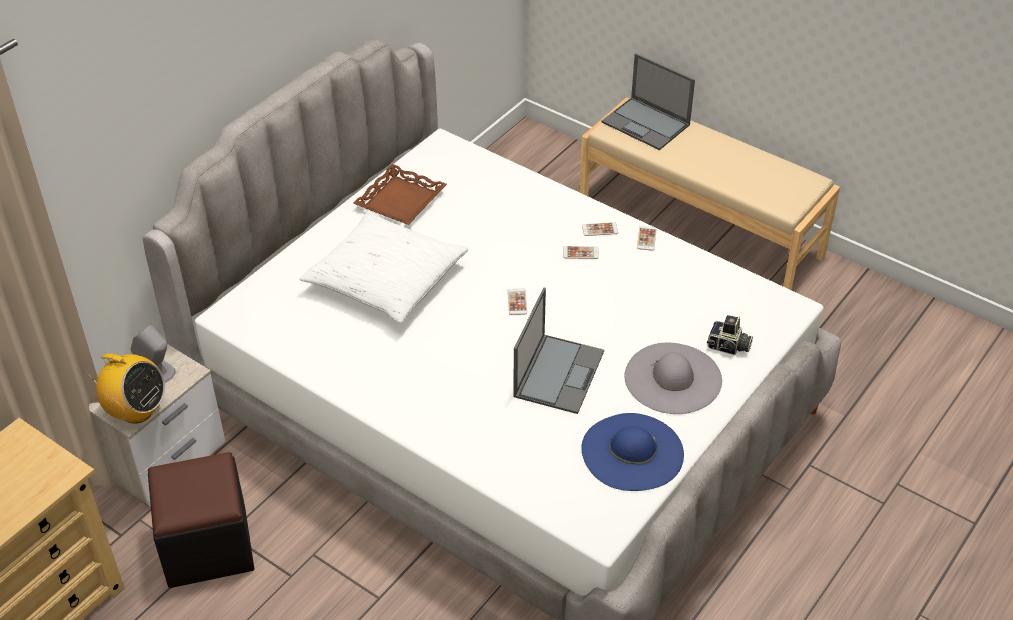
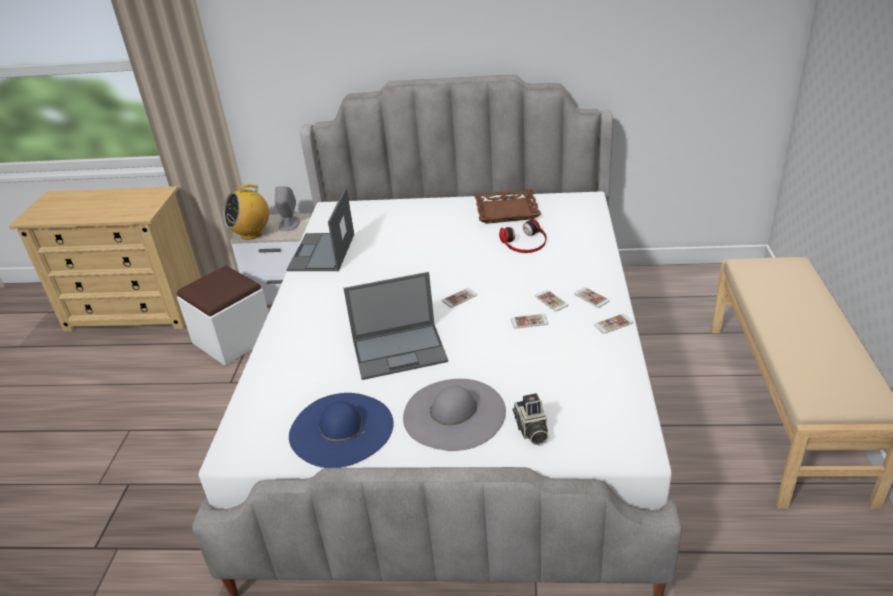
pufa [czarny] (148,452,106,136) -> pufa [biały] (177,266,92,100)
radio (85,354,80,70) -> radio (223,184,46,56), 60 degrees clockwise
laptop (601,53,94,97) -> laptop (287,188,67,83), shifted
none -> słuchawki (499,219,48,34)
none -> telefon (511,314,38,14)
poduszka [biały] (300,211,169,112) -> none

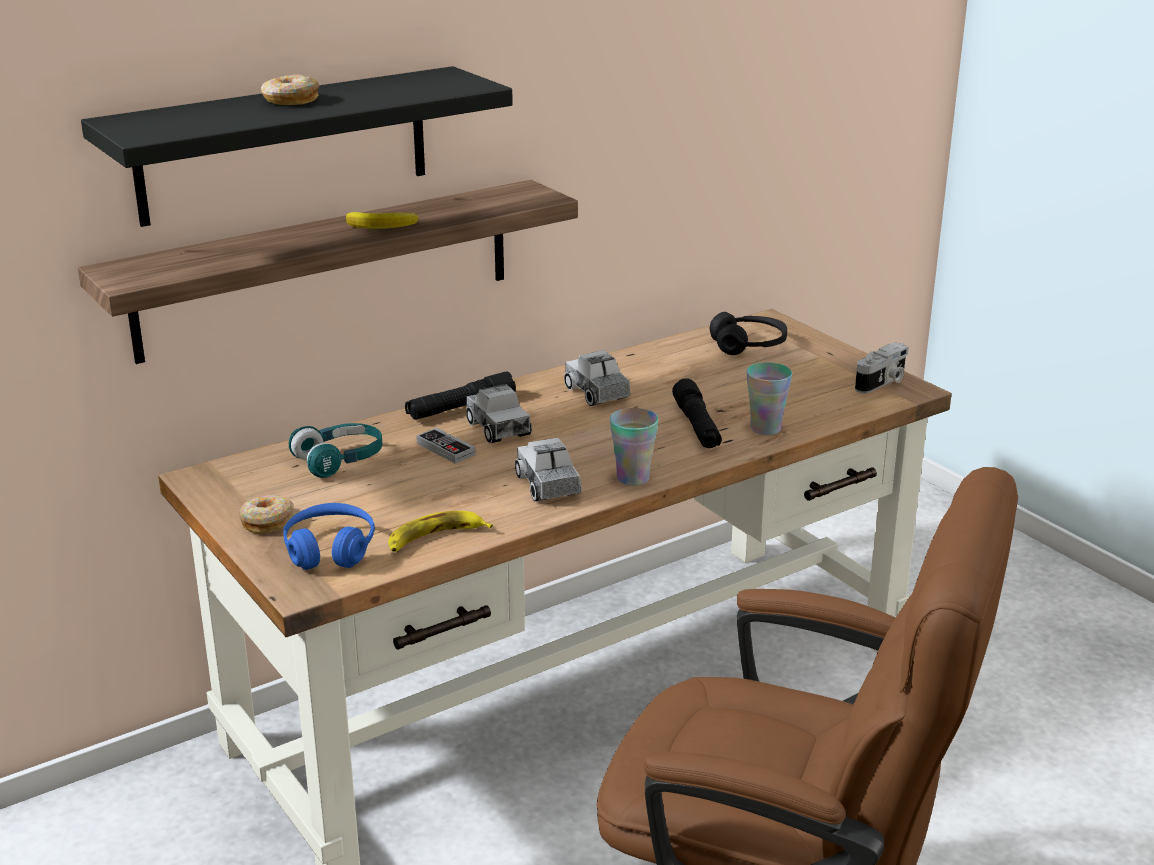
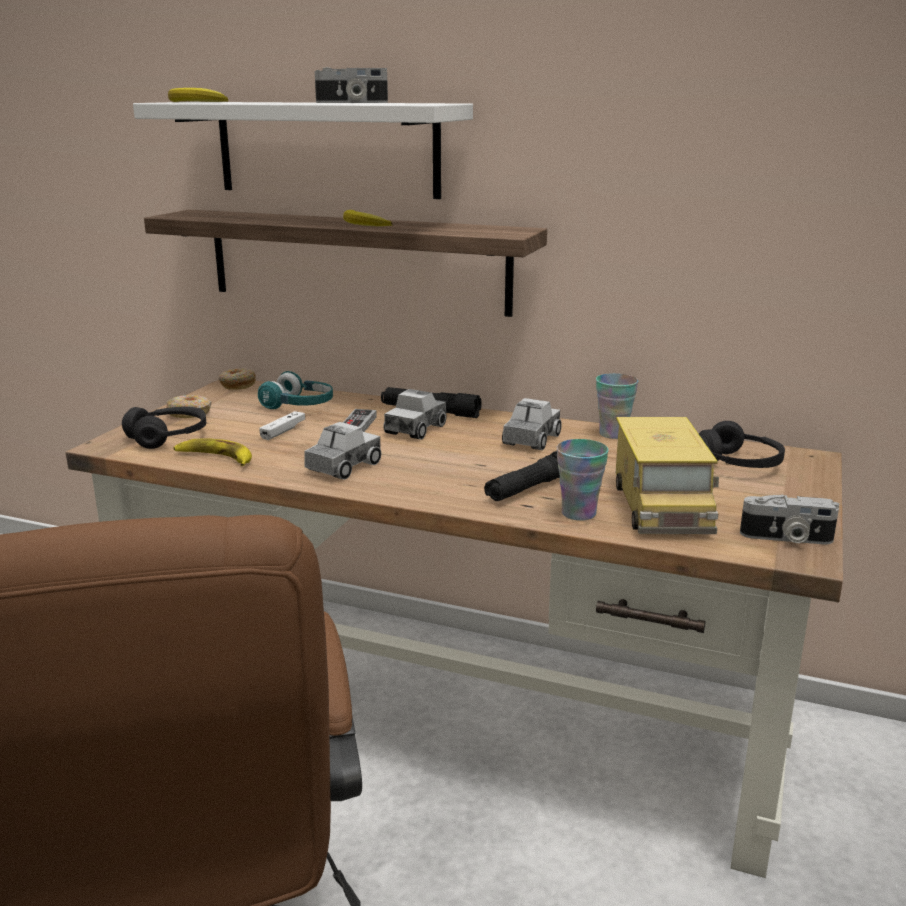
słuchawki [niebieski] (283,503,92,67) -> słuchawki [czarny] (122,407,84,42)
półka [czarny] (81,66,432,161) -> półka [biały] (133,102,340,97)
none -> banan (168,88,60,14)
donut (261,74,58,31) -> donut (218,369,38,21), shifted
none -> pad do gier [biały] (259,411,46,29)
none -> aparat fotograficzny (315,67,73,36)
filiżanka (610,408,49,78) -> filiżanka (596,373,42,66), shifted
none -> ciężarówka zabawkowa (616,417,103,117)

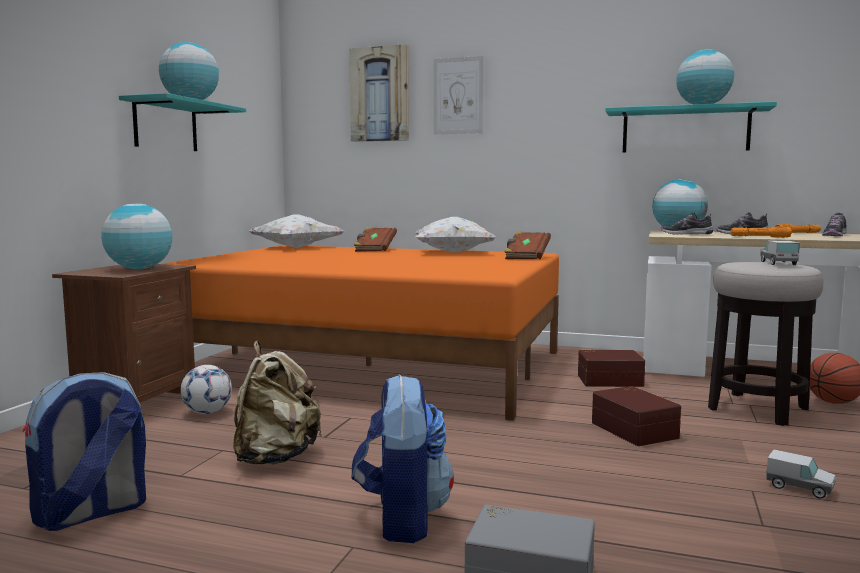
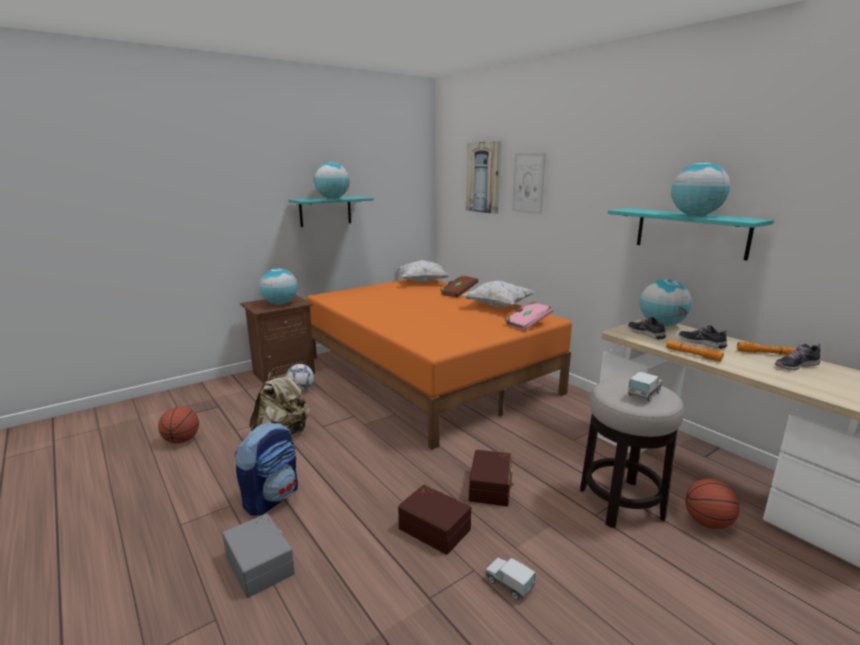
plecak (23,372,123,159) -> piłka do koszykówki (158,406,41,38)
pojemnik do przechowywania [brązowy] (578,350,67,37) -> pojemnik do przechowywania [brązowy] (398,485,73,70), shifted
ciężarówka zabawkowa (766,449,70,49) -> ciężarówka zabawkowa (485,558,51,42), 150 degrees clockwise
książka [brązowy] (504,231,47,28) -> książka [różowy] (504,301,50,30)

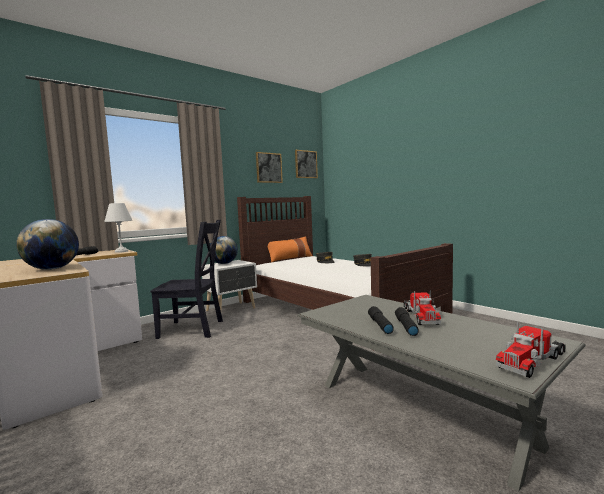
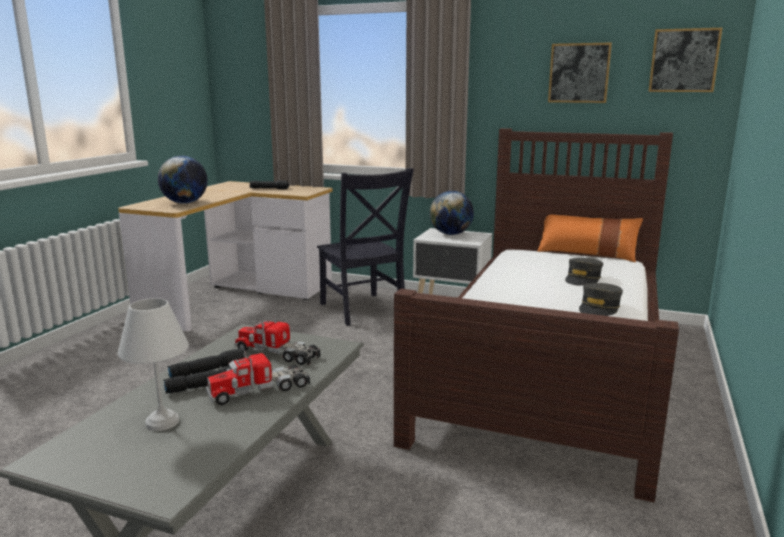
lampa stołowa [biały] (104,203,28,50) -> lampa stołowa [biały] (118,298,71,133), shifted
ciężarówka zabawkowa (496,322,70,56) -> ciężarówka zabawkowa (234,314,86,52), shifted

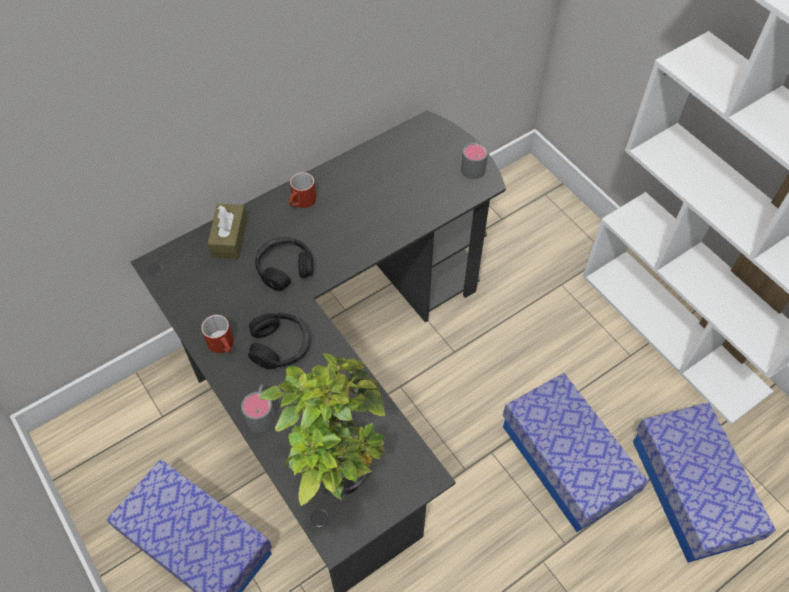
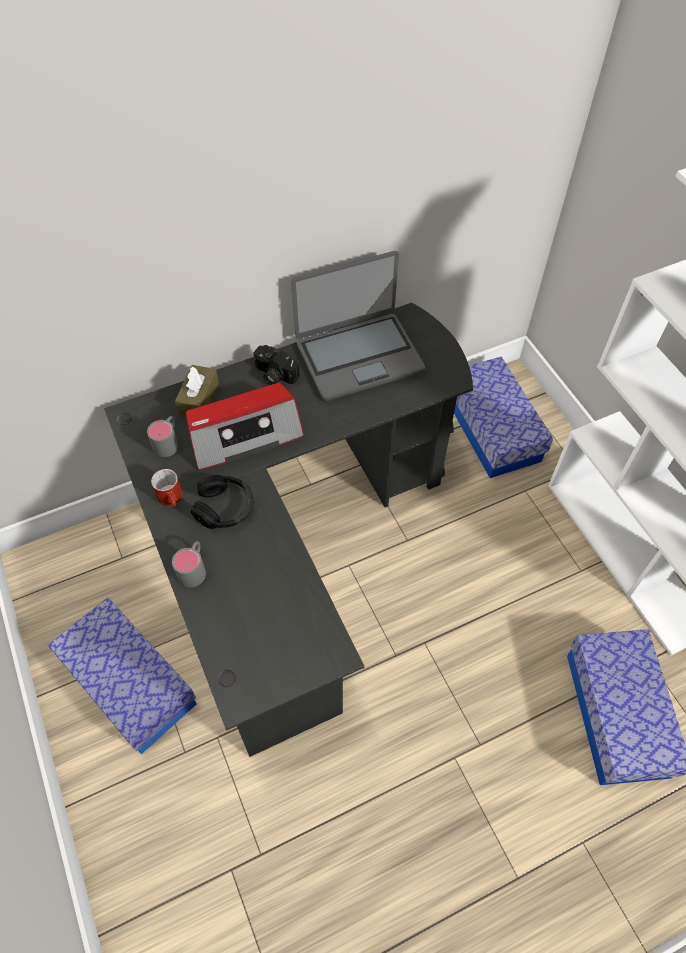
kubek [szary] (461,140,27,39) -> kubek [szary] (147,416,32,41), shifted
słuchawki [czarny] (255,237,58,54) -> radio (186,383,118,87)
kubek [czerwony] (289,172,27,36) -> aparat fotograficzny (253,345,47,40)
none -> laptop (291,251,134,150)
pojemnik do przechowywania (503,373,145,159) -> pojemnik do przechowywania (454,356,99,122), shifted
roślina doniczkowa (258,352,128,154) -> none

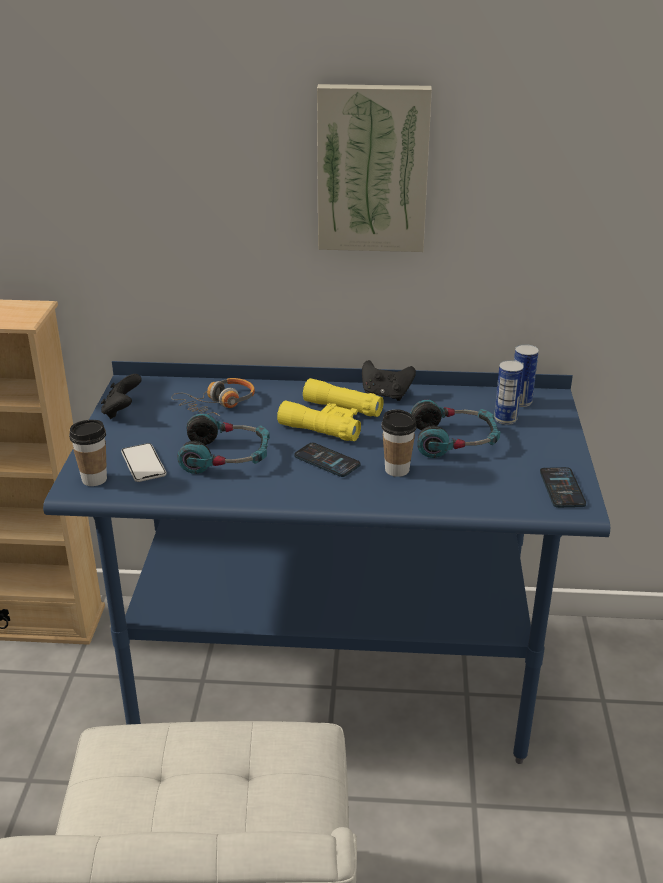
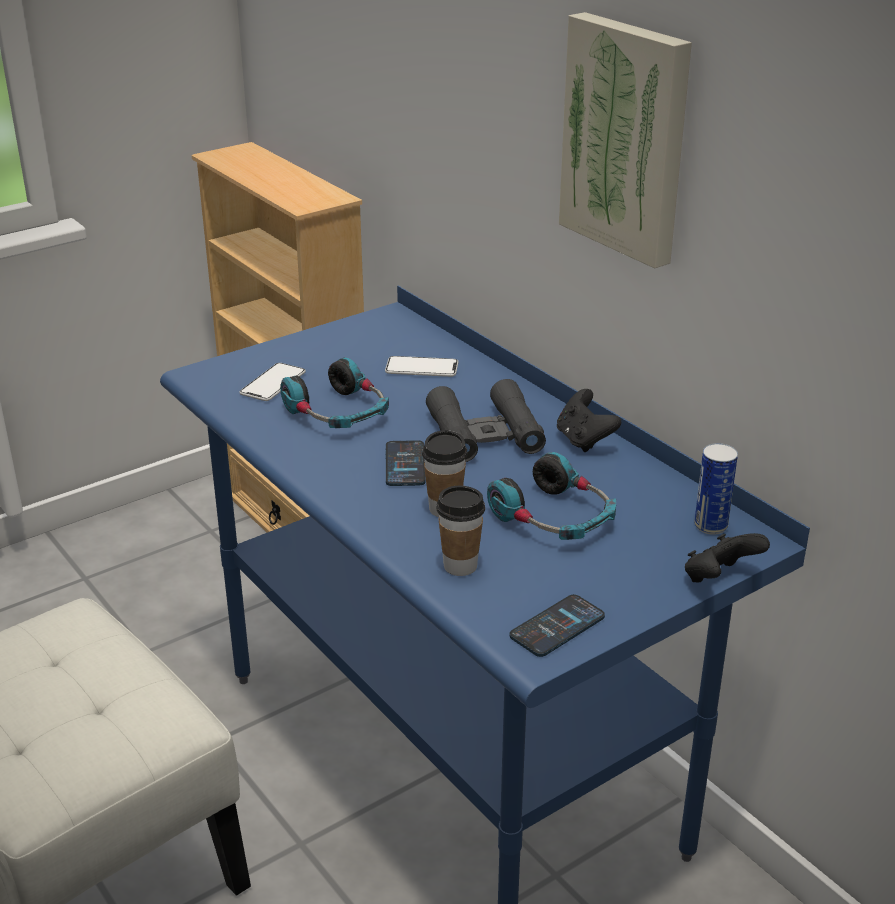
słuchawki (171,378,84,38) -> telefon (385,356,74,21)
lornetka [żółty] (277,378,107,63) -> lornetka [czarny] (426,379,120,83)
filiżanka (69,420,38,66) -> filiżanka (436,485,49,91), shifted
pad do gier [czarny] (101,374,41,45) -> pad do gier [czarny] (685,533,85,49), shifted
puszka (494,360,29,65) -> none

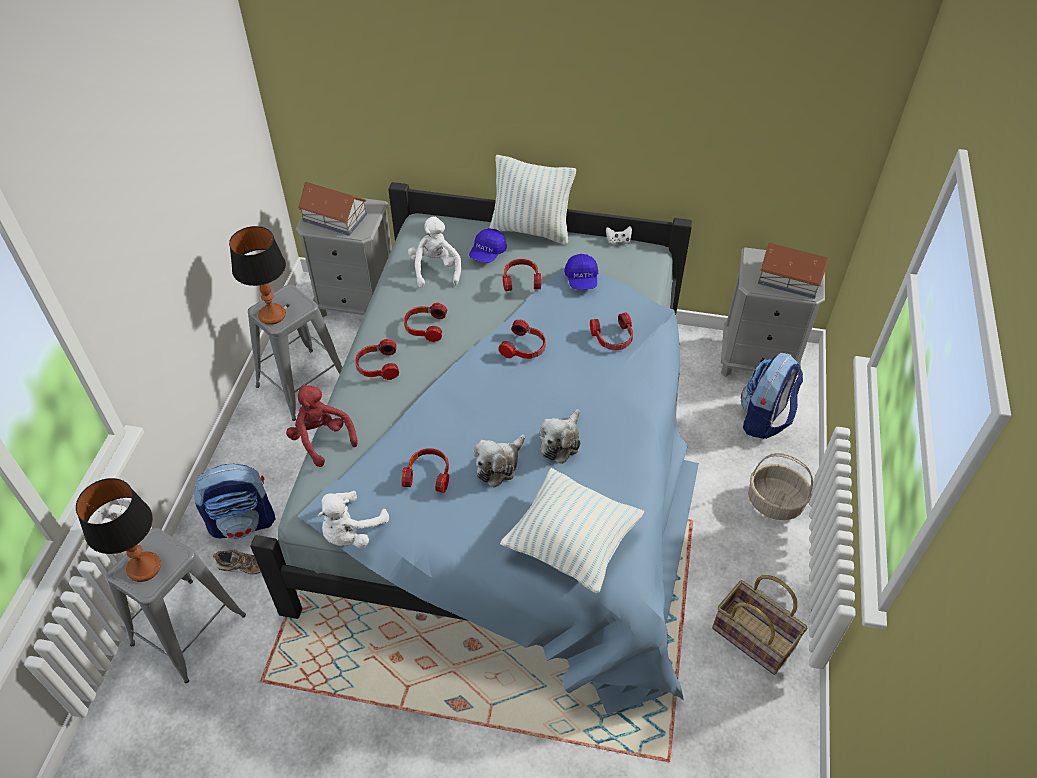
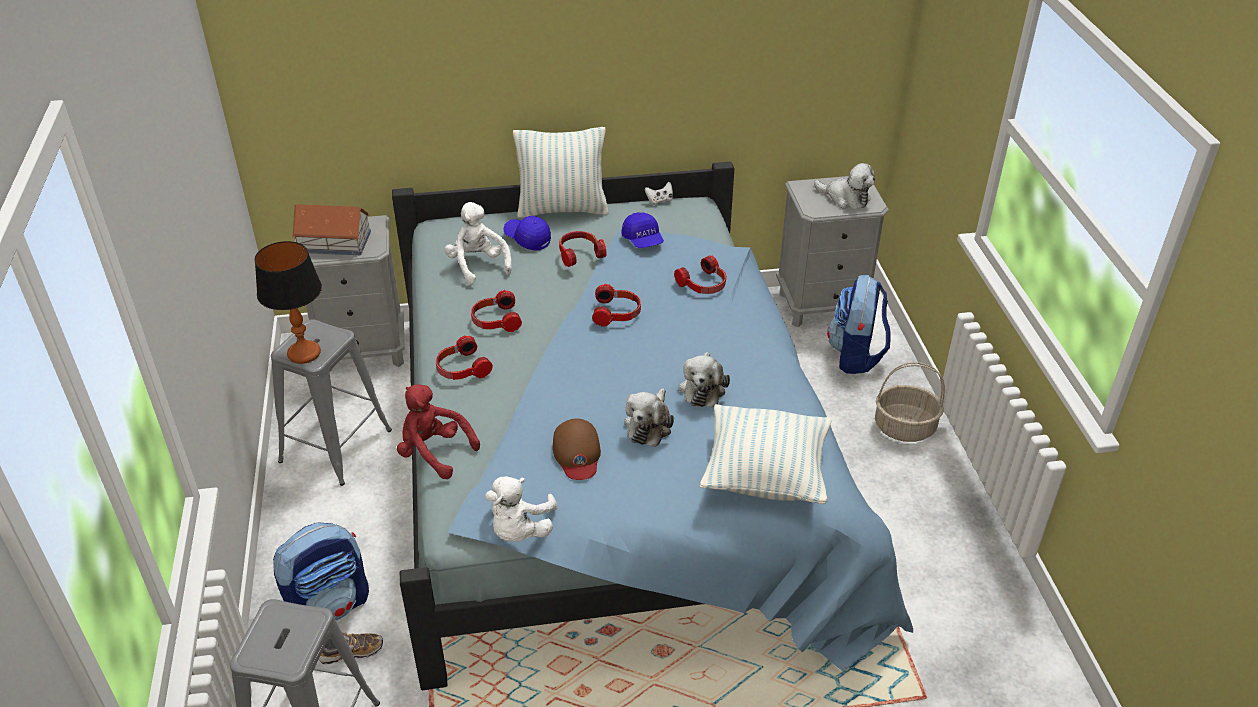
czapka z daszkiem [niebieski] (469,228,38,35) -> czapka z daszkiem [niebieski] (504,216,47,34), 120 degrees clockwise
słuchawki (402,448,47,45) -> czapka z daszkiem [brązowy] (553,419,48,61)
domek (758,243,71,56) -> pluszak (814,163,61,46)
lampa stołowa (76,478,85,104) -> none
koszyk (712,575,95,100) -> none

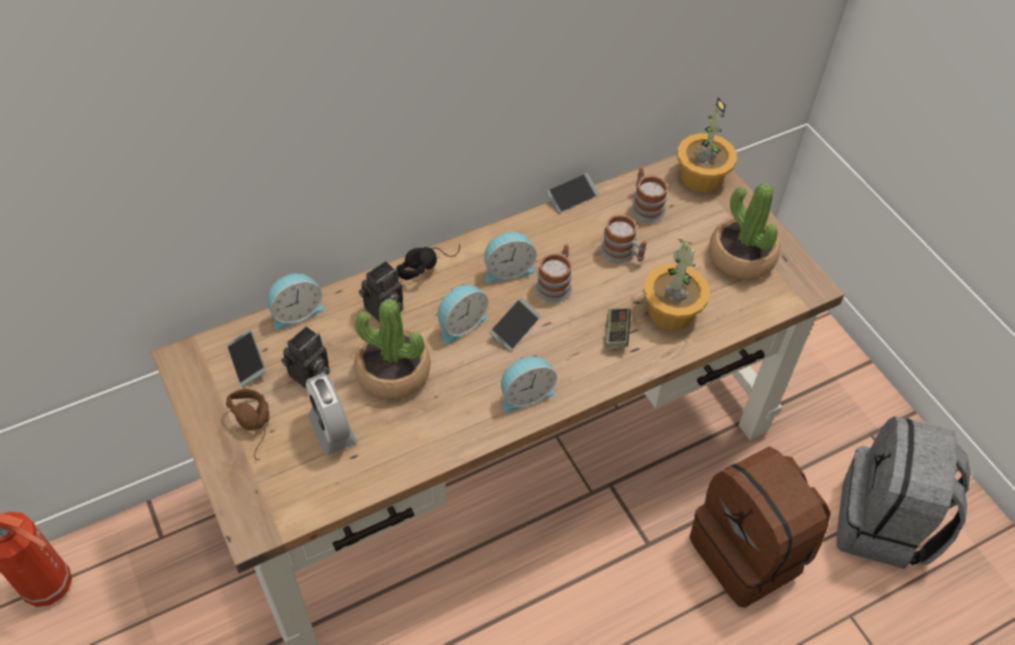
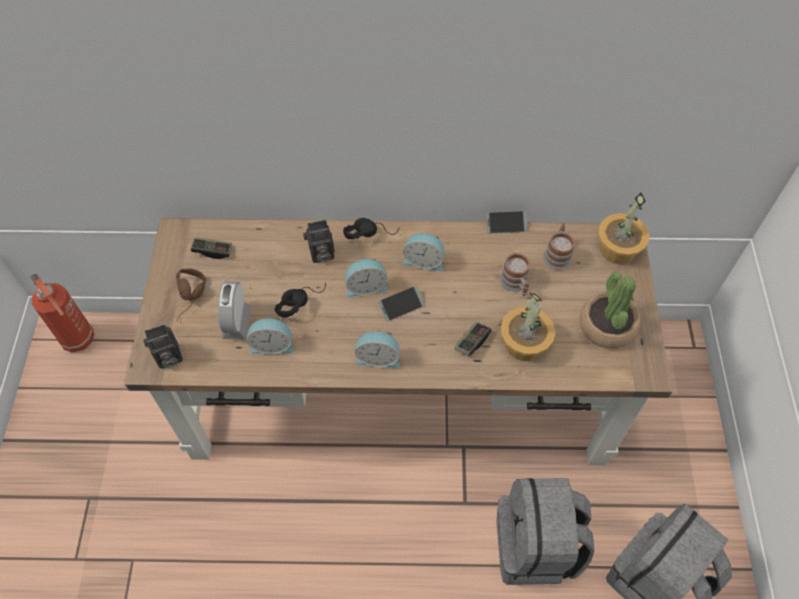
aparat fotograficzny (281,326,49,63) -> aparat fotograficzny (143,324,40,45), shifted
telefon (227,330,39,57) -> pad do gier (191,237,41,22)
budzik (267,273,58,57) -> budzik (247,317,47,37), shifted
roślina doniczkowa (354,299,77,100) -> słuchawki [czarny] (275,282,51,36)
plecak [brązowy] (689,446,142,162) -> plecak [szary] (497,478,97,107)
kubek (536,244,36,59) -> none

